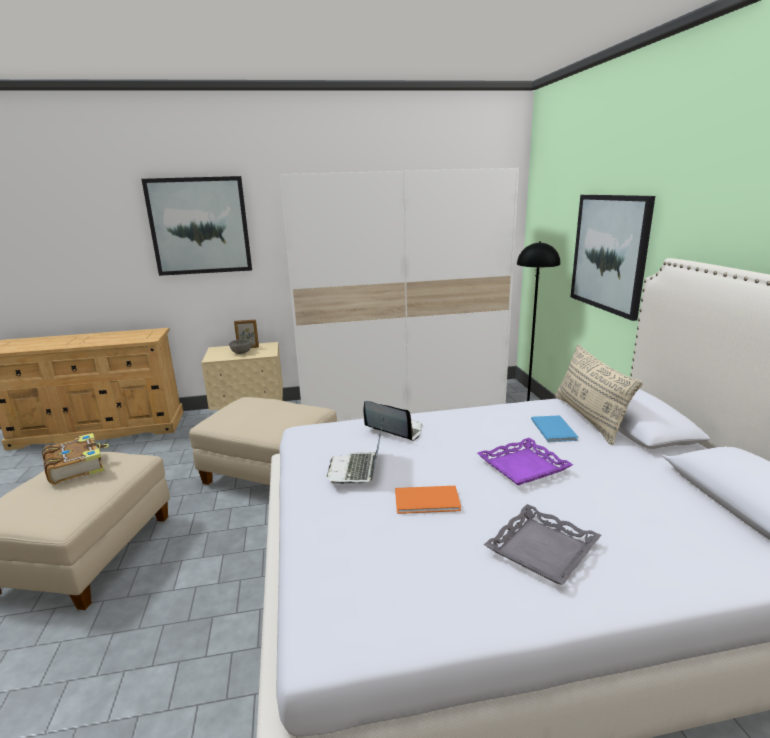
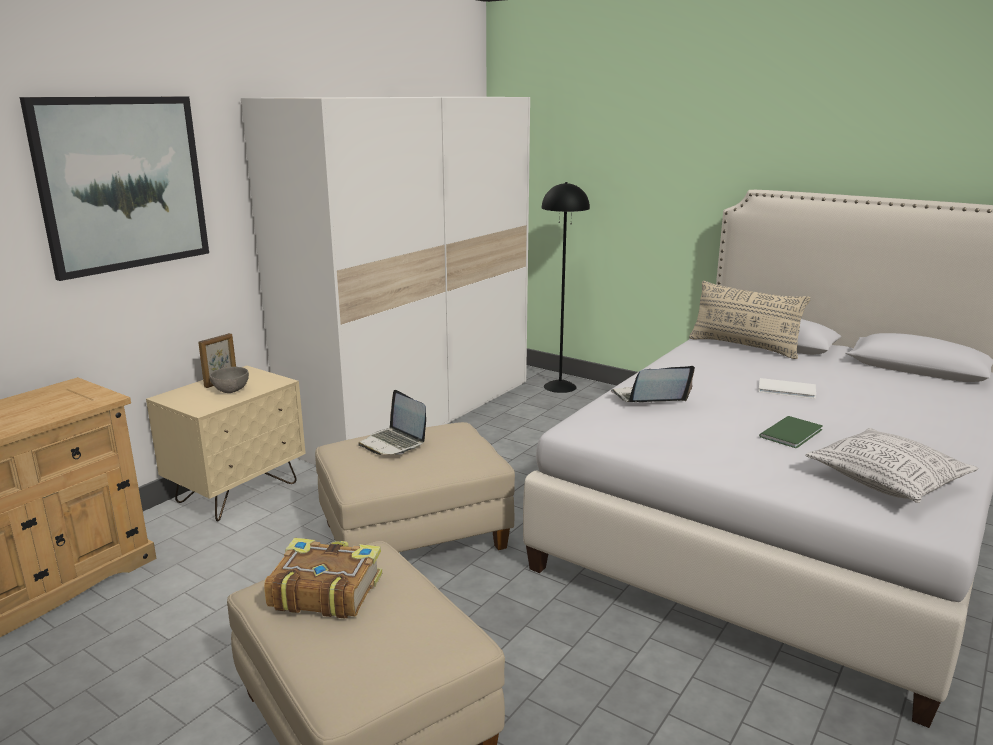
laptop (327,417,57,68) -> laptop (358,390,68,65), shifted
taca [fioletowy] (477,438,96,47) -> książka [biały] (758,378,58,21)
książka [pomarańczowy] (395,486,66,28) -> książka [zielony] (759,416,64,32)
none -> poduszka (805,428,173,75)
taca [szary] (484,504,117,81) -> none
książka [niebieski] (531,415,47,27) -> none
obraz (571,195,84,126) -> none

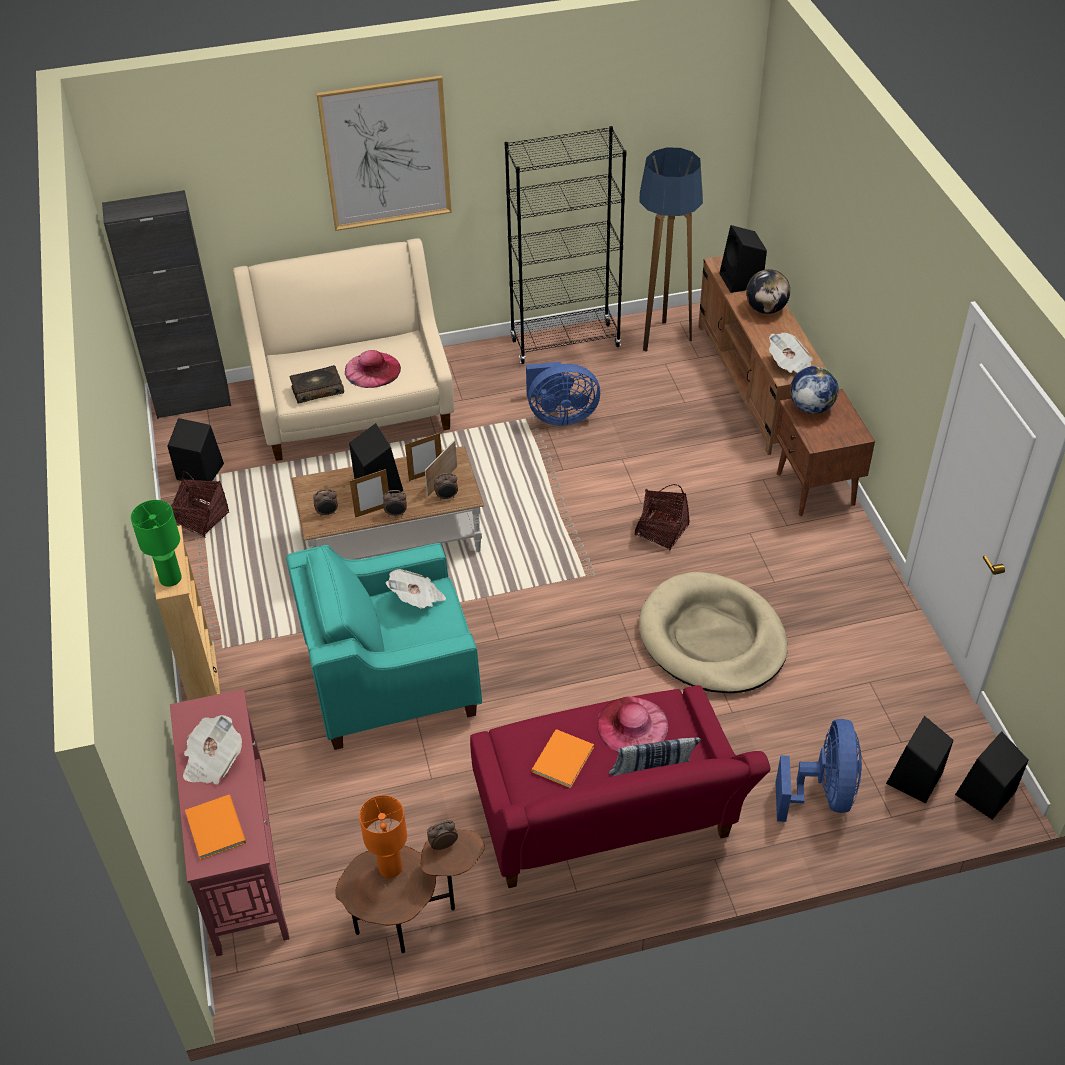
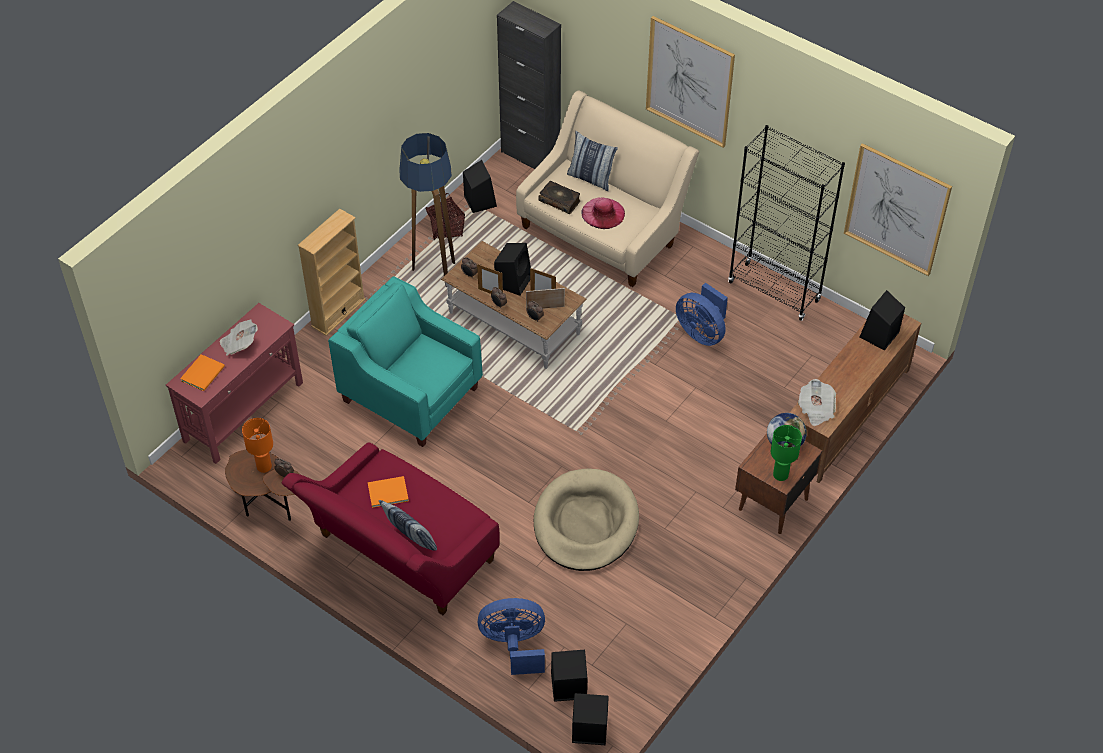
lampa stojąca (639,147,64,205) -> lampa stojąca (399,133,56,154), shifted
wentylator [niebieski] (776,719,86,103) -> wentylator [niebieski] (478,598,67,77), 150 degrees counterclockwise
none -> poduszka (567,131,51,60)
lampa stołowa [zielony] (131,500,51,87) -> lampa stołowa [zielony] (771,425,31,56), shifted
none -> obraz (844,143,108,133)
gazeta (386,569,60,40) -> none
kapelusz [różowy] (597,696,71,55) -> none
koszyk (635,484,54,67) -> none
globus (746,269,44,45) -> none

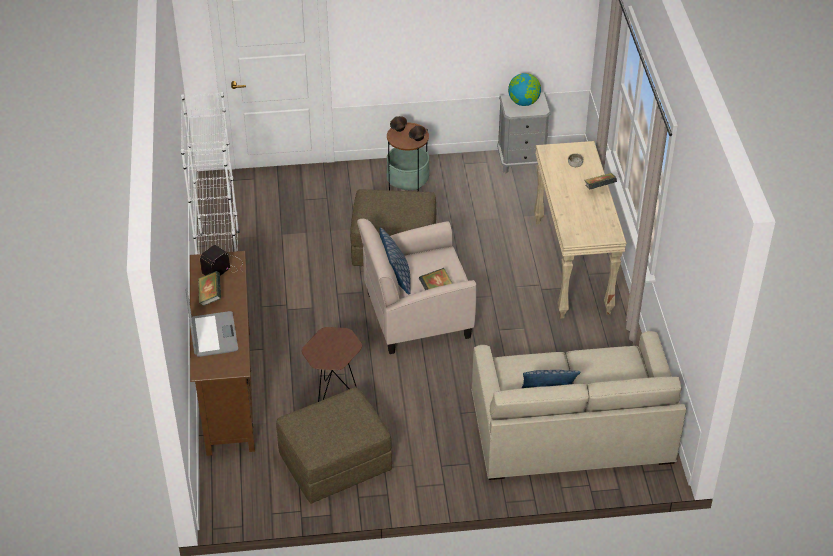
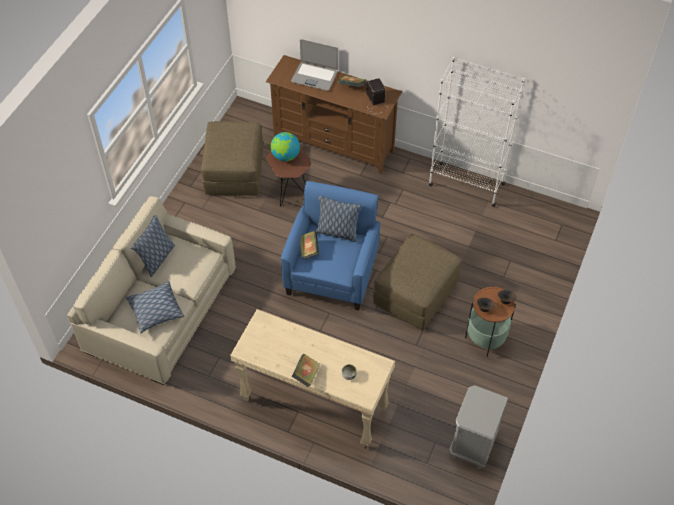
none -> poduszka (126,281,58,52)
globus (508,73,33,33) -> globus (271,132,29,29), shifted
fotel [beżowy] (357,219,119,135) -> fotel [niebieski] (281,181,99,130)

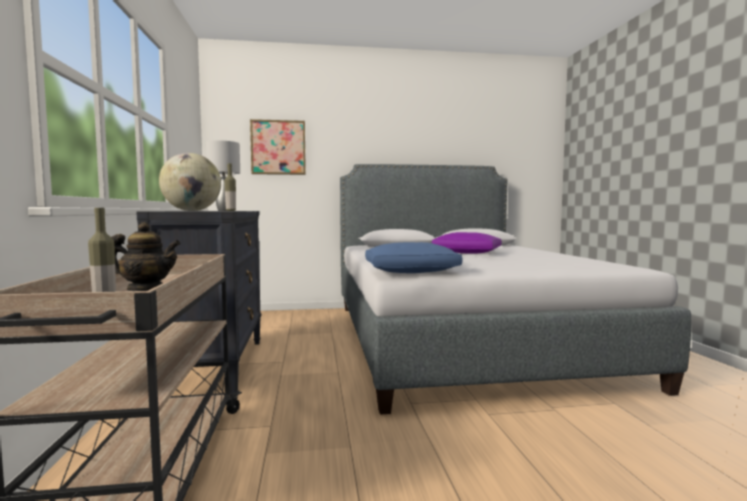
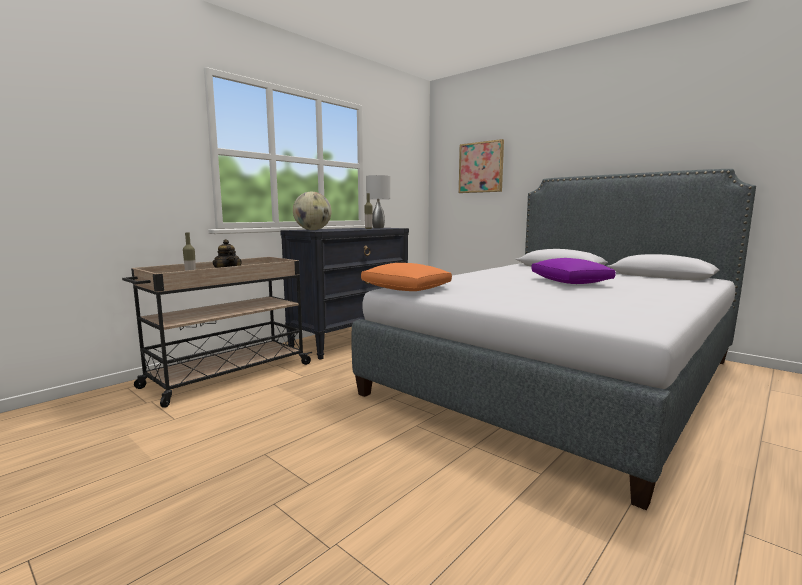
poduszka [niebieski] (365,242,97,31) -> poduszka [pomarańczowy] (361,263,91,28)

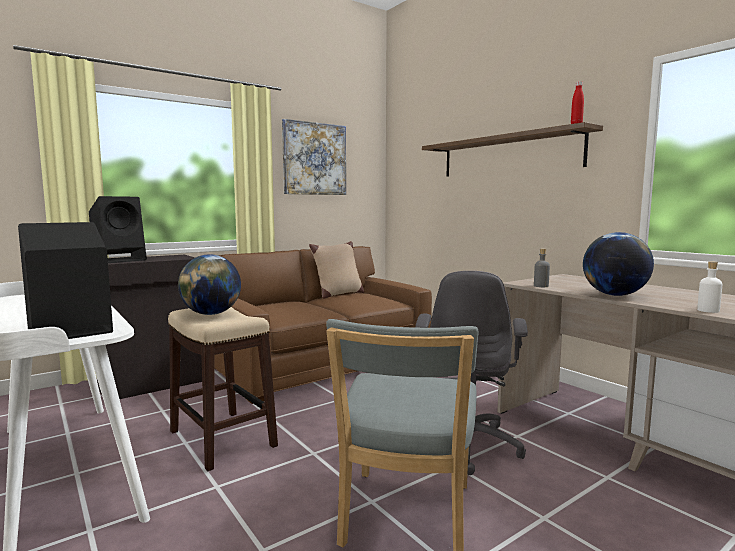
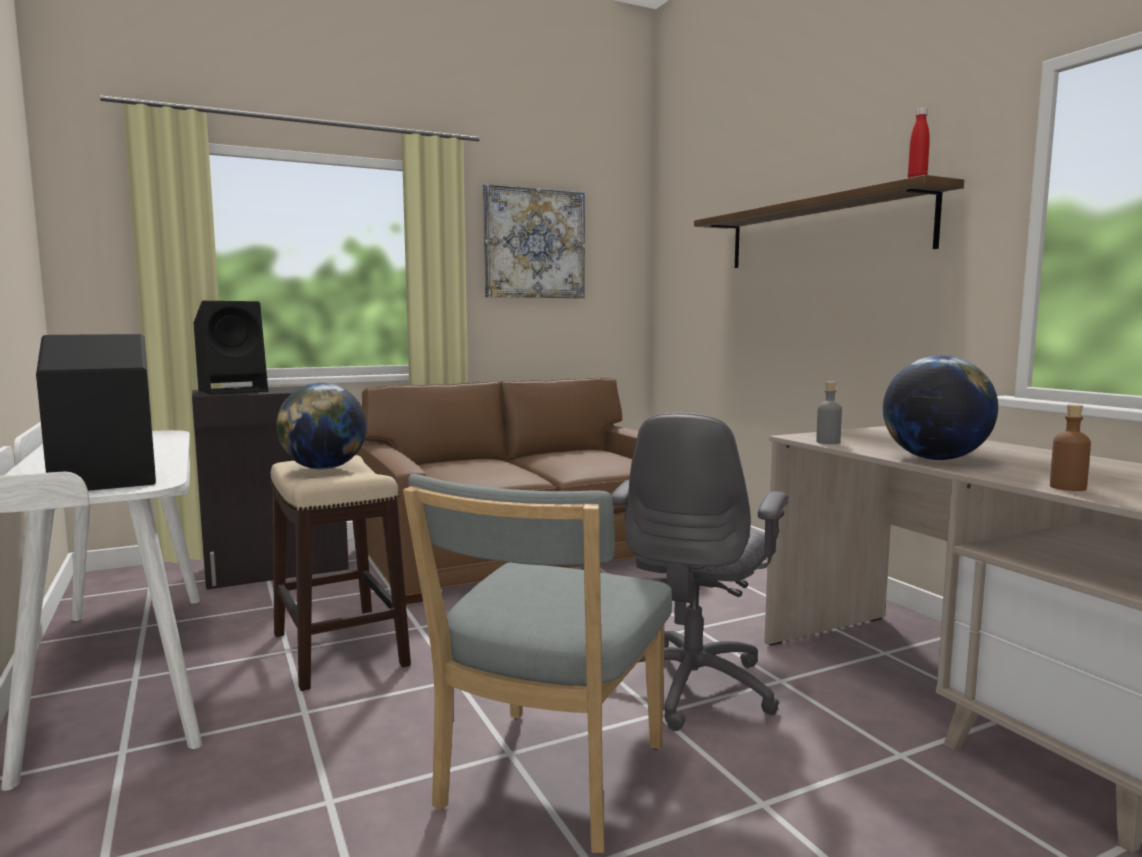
butelka [biały] (697,261,25,52) -> butelka [brązowy] (1050,404,41,87)
poduszka [beżowy] (309,241,55,57) -> none

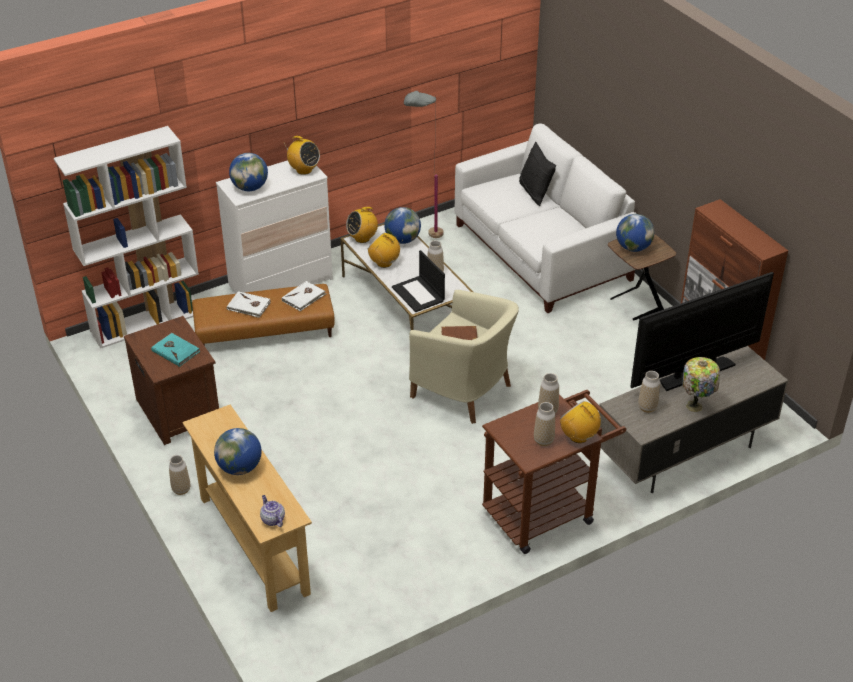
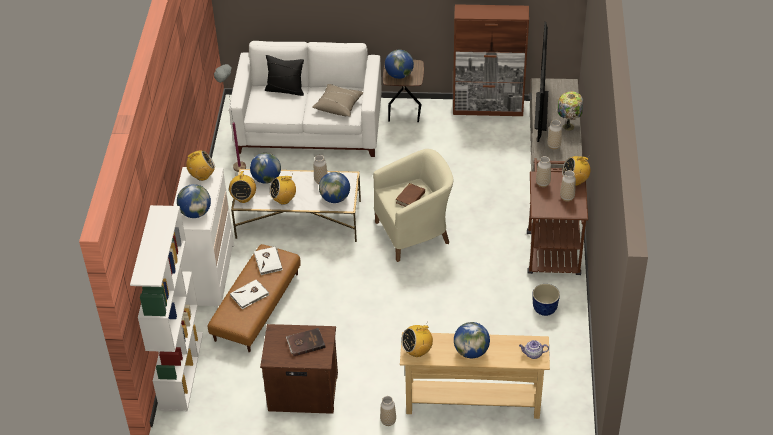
książka [turkusowy] (151,333,49,34) -> książka [brązowy] (286,328,40,28)
none -> poduszka [beżowy] (312,84,51,33)
laptop (392,250,53,62) -> globus (319,172,31,31)
none -> radio (401,324,32,33)
none -> donica (533,284,27,32)

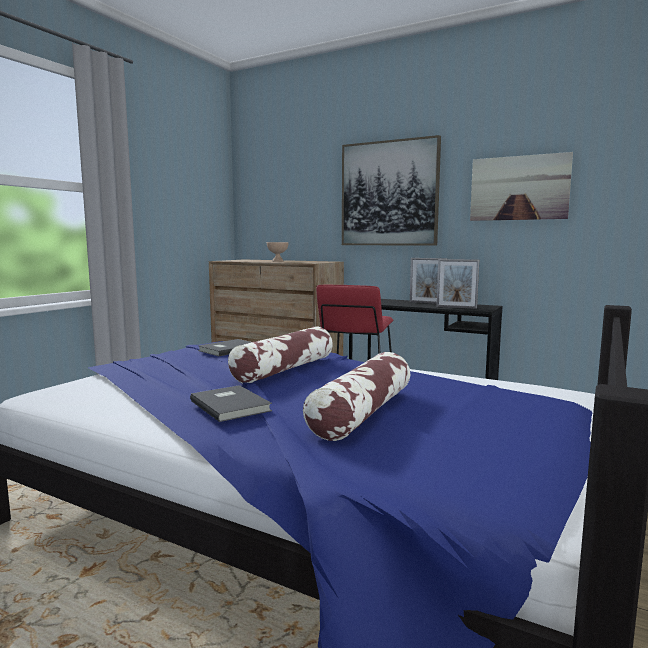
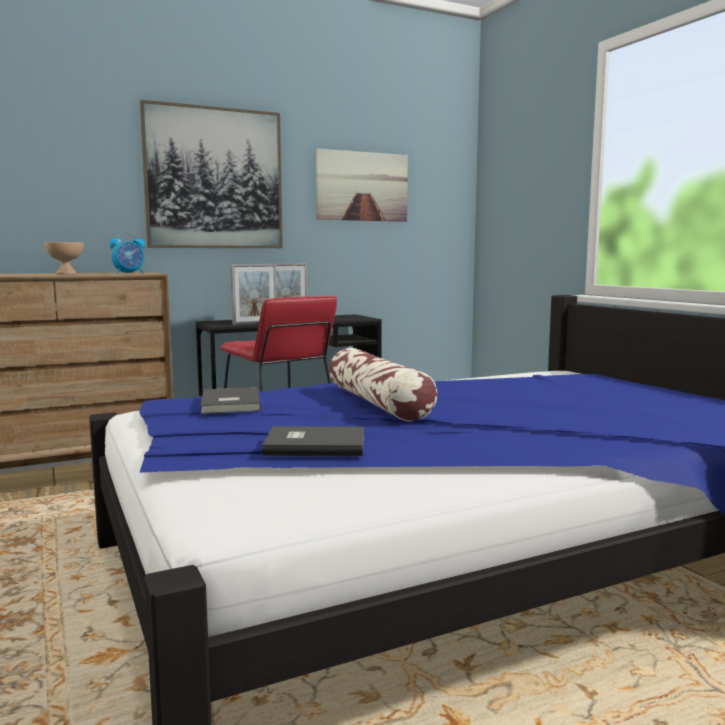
none -> budzik (109,232,36,42)
ramka na zdjęcie (436,259,43,50) -> ramka na zdjęcie (231,264,46,61), shifted
książka [szary] (190,385,82,37) -> książka [szary] (262,426,102,30), shifted
poduszka (303,352,107,89) -> none

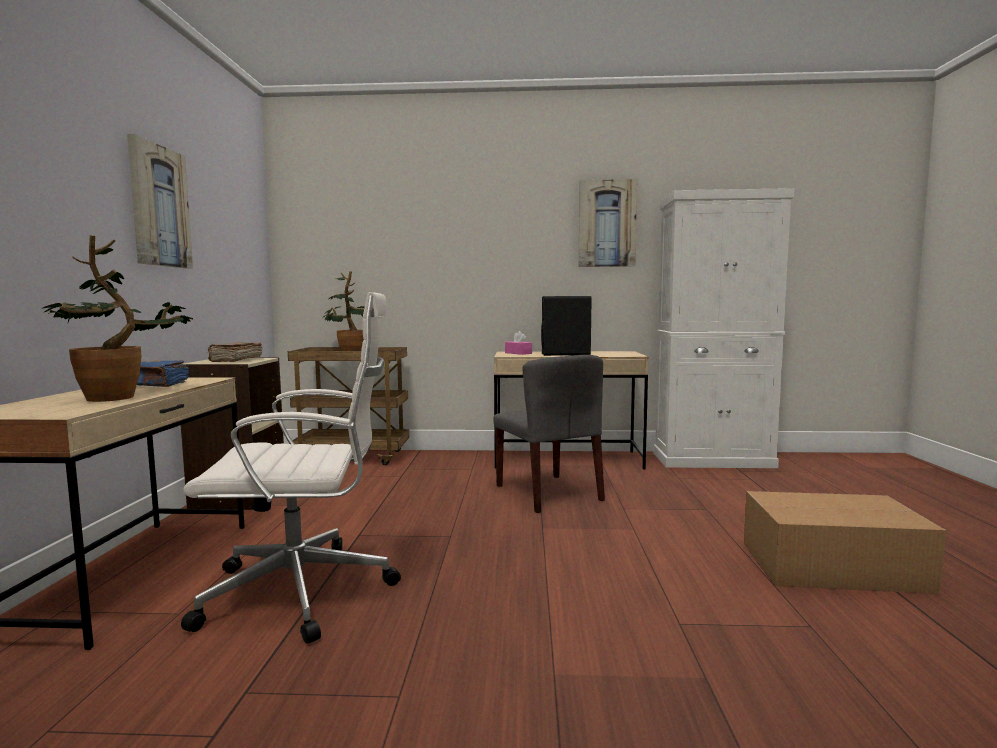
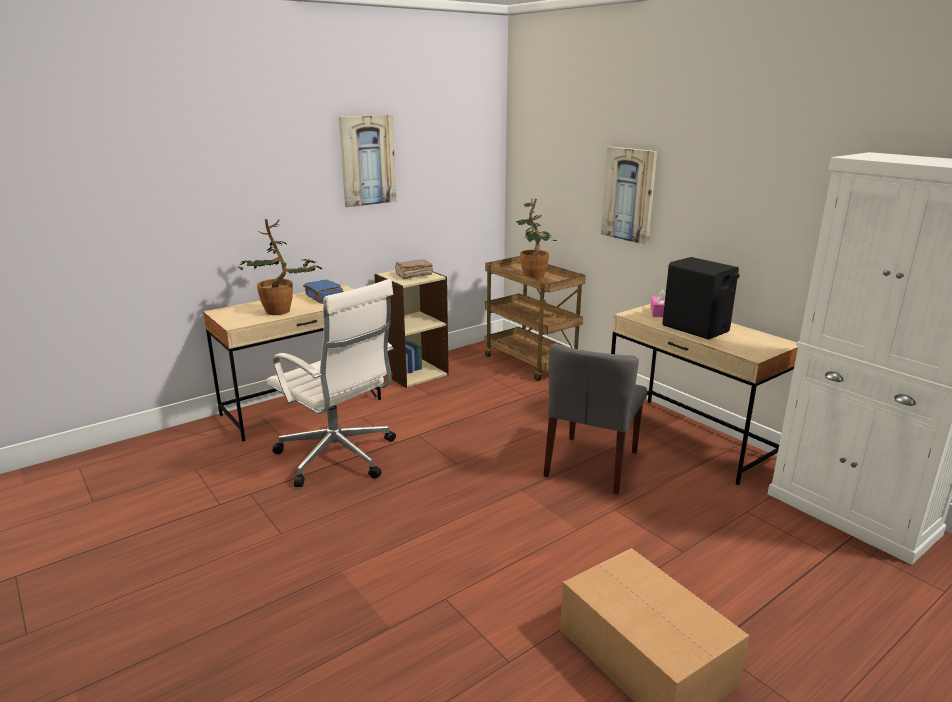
obraz (579,179,58,88) -> obraz (601,147,57,98), shifted

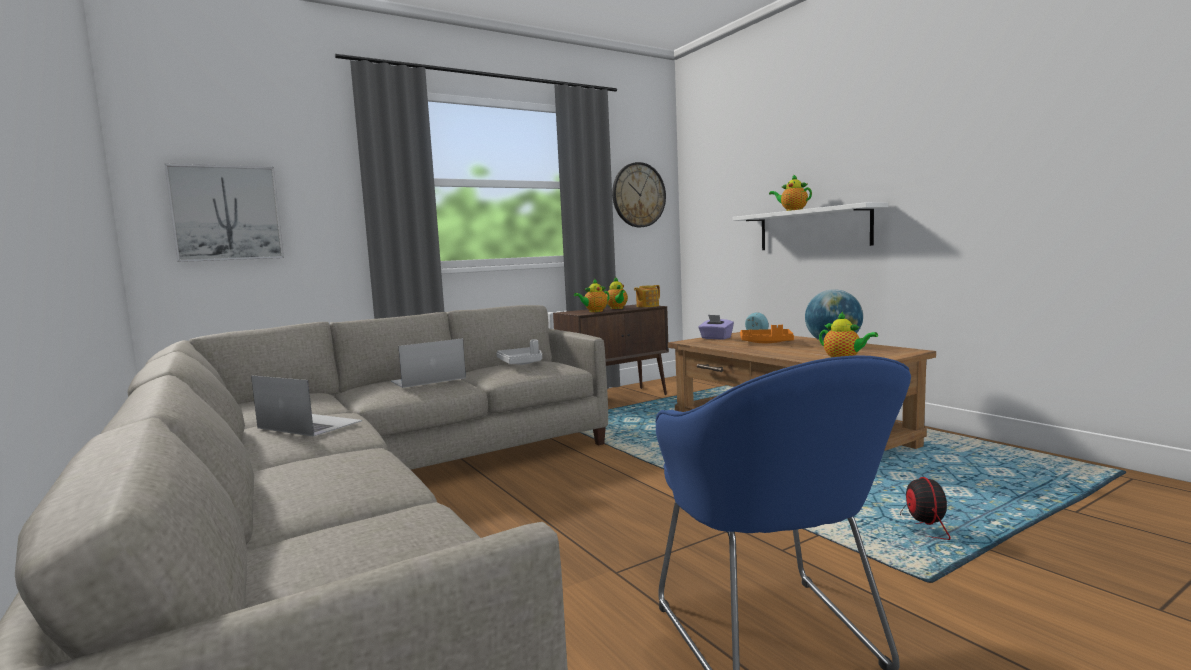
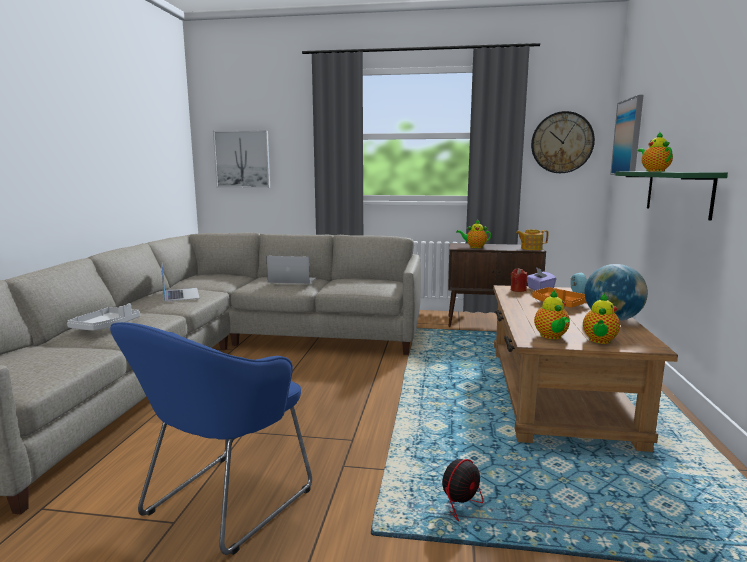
taca [szary] (496,339,46,26) -> taca [szary] (67,303,73,28), shifted
none -> świeca [czerwony] (511,268,16,24)
imbryk (606,277,22,32) -> imbryk (583,293,37,51), shifted
none -> obraz (610,95,33,80)
półka [biały] (732,202,156,48) -> półka [zielony] (615,172,113,49)

